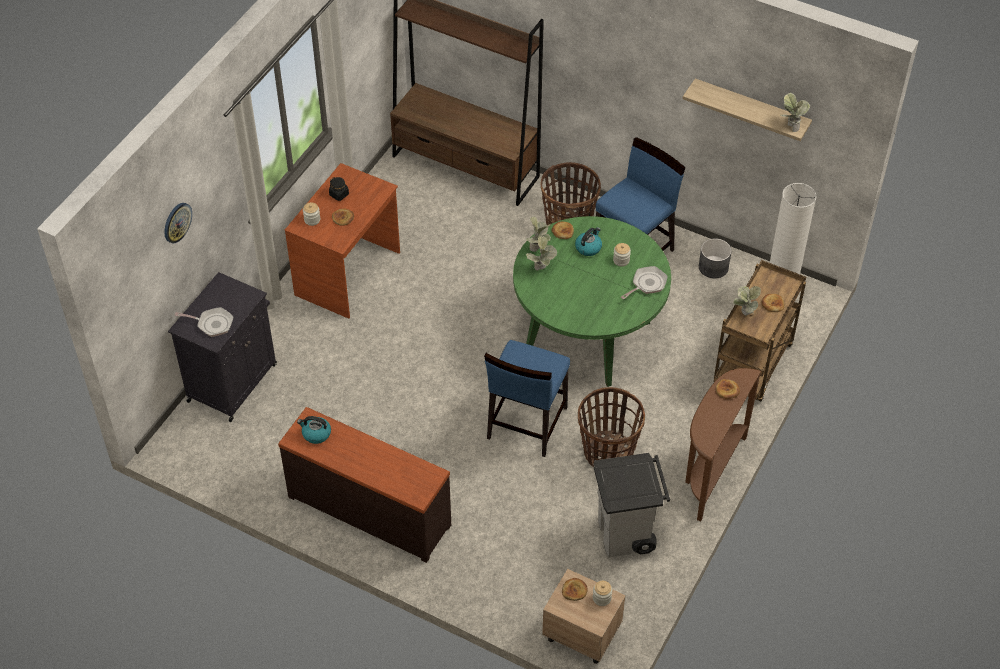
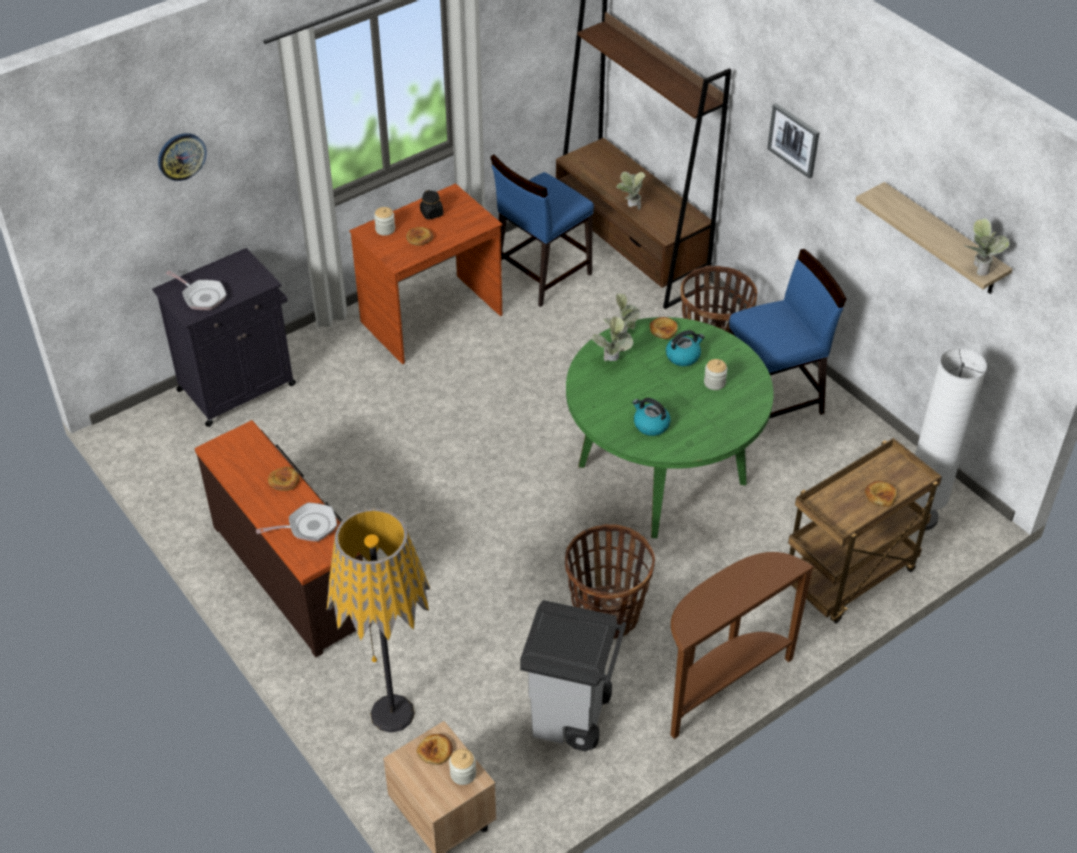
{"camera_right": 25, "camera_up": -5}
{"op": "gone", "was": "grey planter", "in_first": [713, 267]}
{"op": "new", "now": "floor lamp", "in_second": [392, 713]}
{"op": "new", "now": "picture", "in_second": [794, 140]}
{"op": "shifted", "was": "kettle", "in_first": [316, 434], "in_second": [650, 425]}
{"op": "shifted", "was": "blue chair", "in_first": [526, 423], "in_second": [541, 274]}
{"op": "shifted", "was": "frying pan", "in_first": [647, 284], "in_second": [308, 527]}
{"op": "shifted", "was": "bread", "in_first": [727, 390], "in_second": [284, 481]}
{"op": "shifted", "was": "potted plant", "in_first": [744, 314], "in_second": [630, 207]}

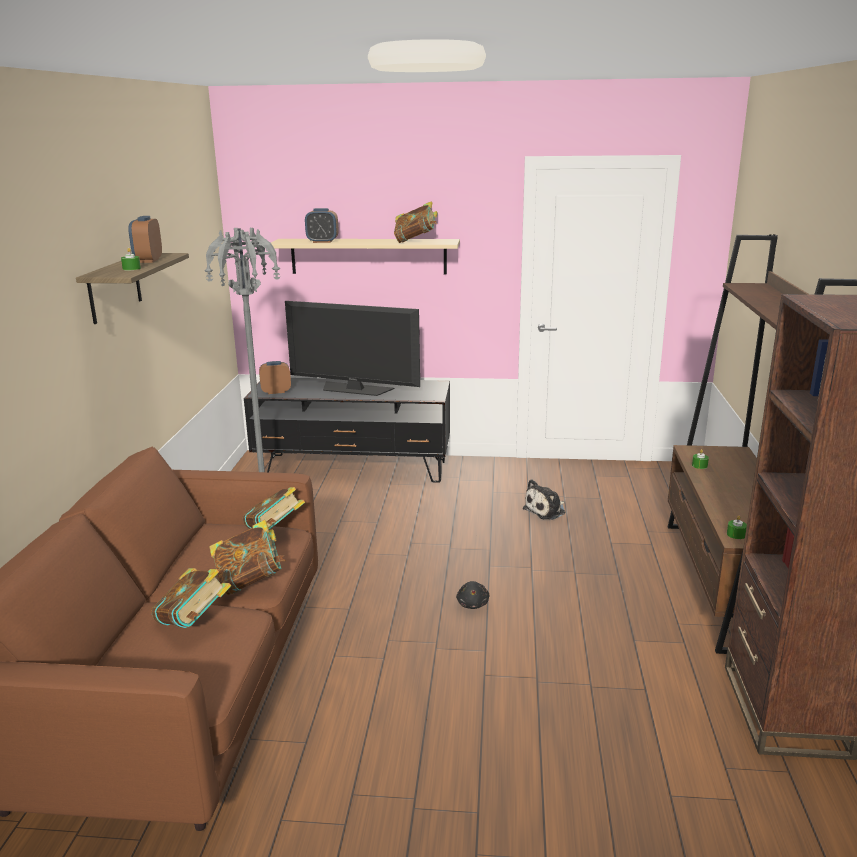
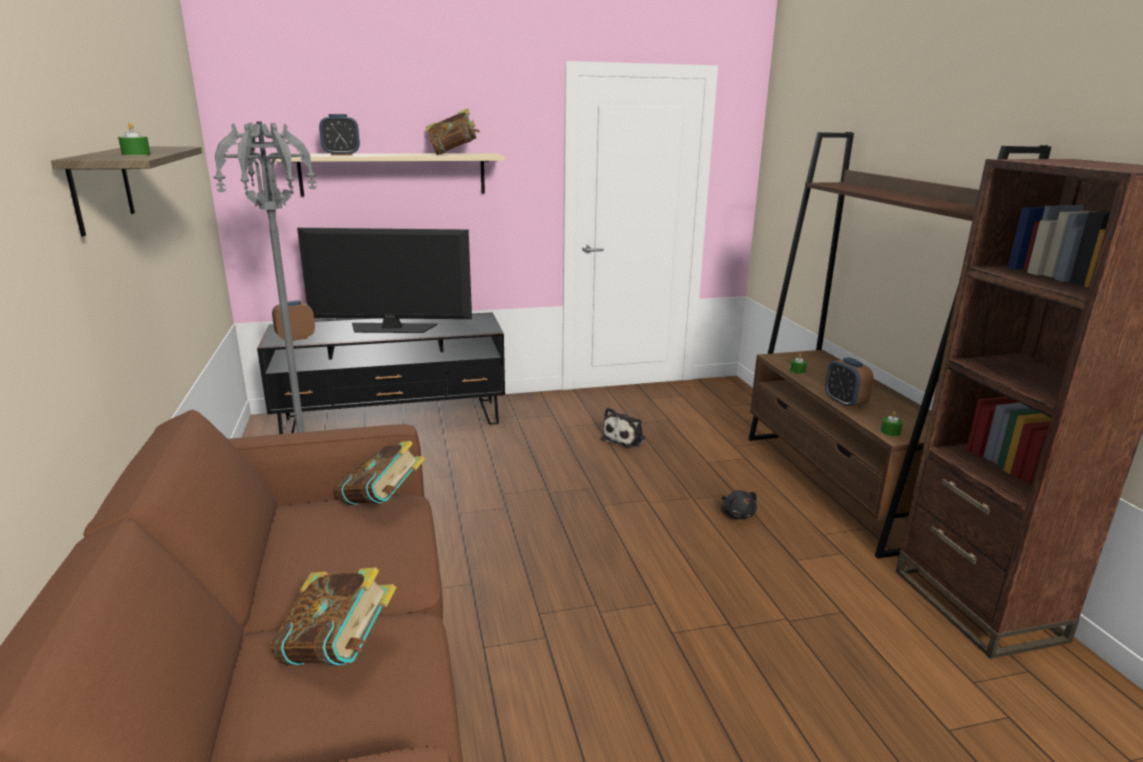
{"camera_right": -20, "camera_up": 0}
{"op": "gone", "was": "book", "in_first": [250, 581]}
{"op": "shifted", "was": "alarm clock", "in_first": [148, 260], "in_second": [844, 402]}
{"op": "shifted", "was": "black plush toy", "in_first": [473, 604], "in_second": [737, 514]}

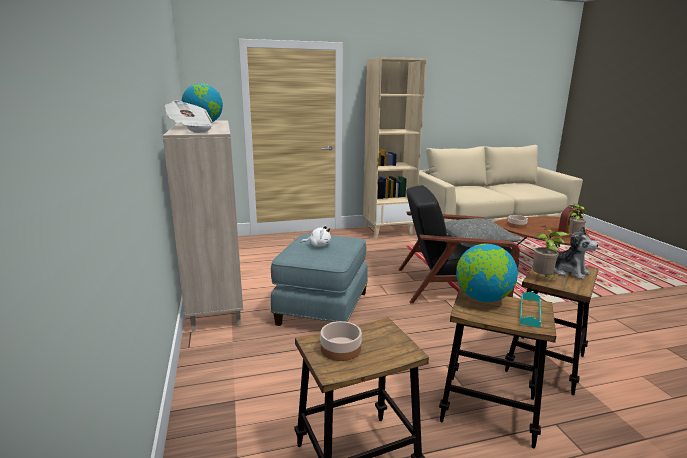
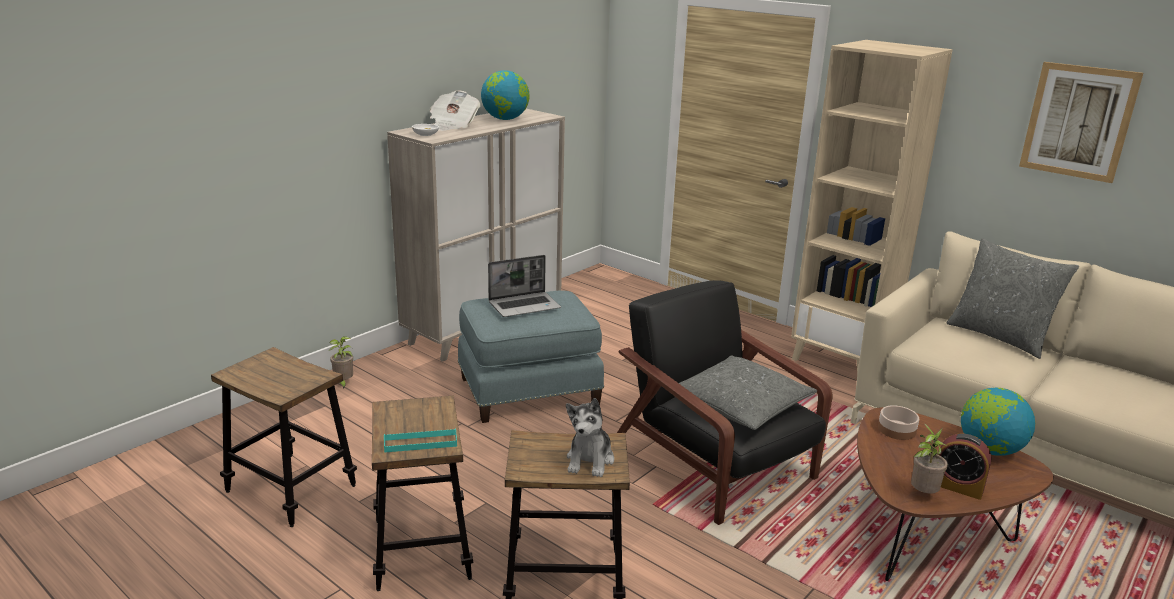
{"camera_right": 55, "camera_up": 5}
{"op": "gone", "was": "bowl", "in_first": [341, 349]}
{"op": "new", "now": "grey pillow", "in_second": [999, 337]}
{"op": "new", "now": "picture", "in_second": [1078, 121]}
{"op": "shifted", "was": "globe", "in_first": [482, 298], "in_second": [989, 449]}
{"op": "shifted", "was": "potted plant", "in_first": [543, 278], "in_second": [343, 383]}
{"op": "swapped", "was": "white plush toy", "now": "laptop", "in_first": [318, 245], "in_second": [525, 306]}

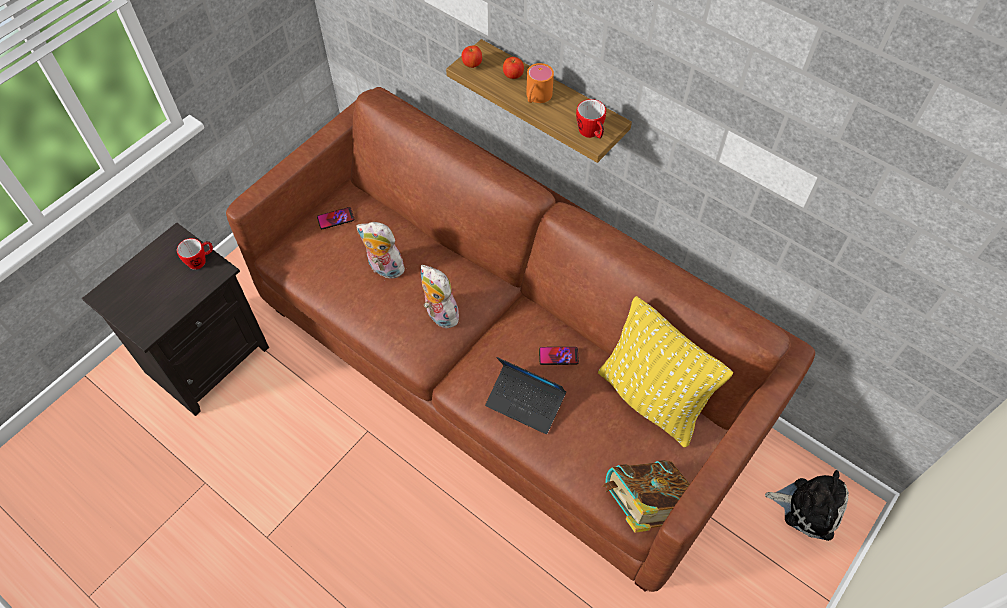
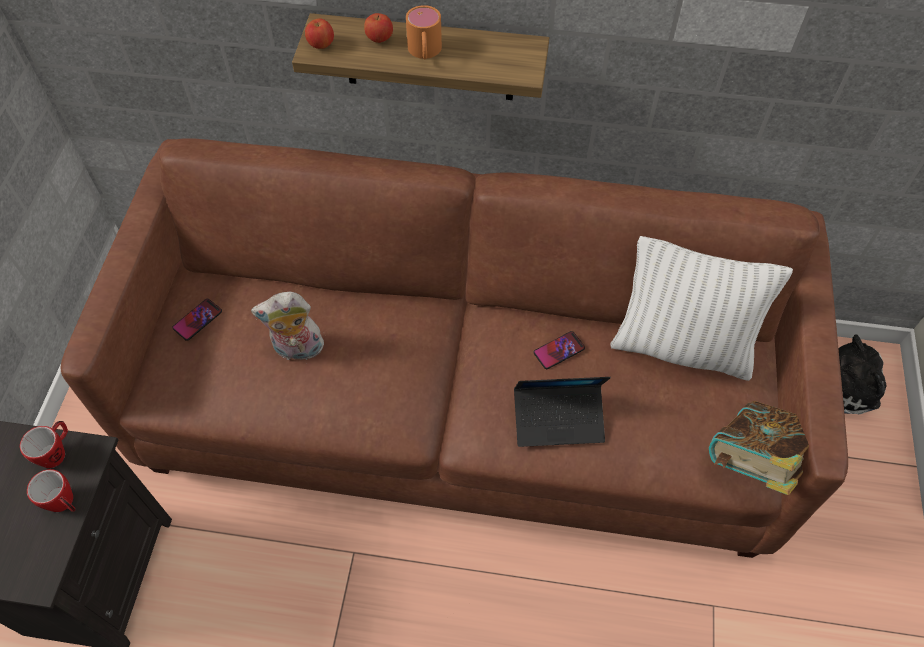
{"camera_right": -30, "camera_up": 0}
{"op": "gone", "was": "plush toy", "in_first": [439, 314]}
{"op": "shifted", "was": "mug", "in_first": [591, 133], "in_second": [64, 503]}
{"op": "repainted", "was": "yellow pillow", "now": "white pillow", "in_first": [651, 398], "in_second": [681, 347]}

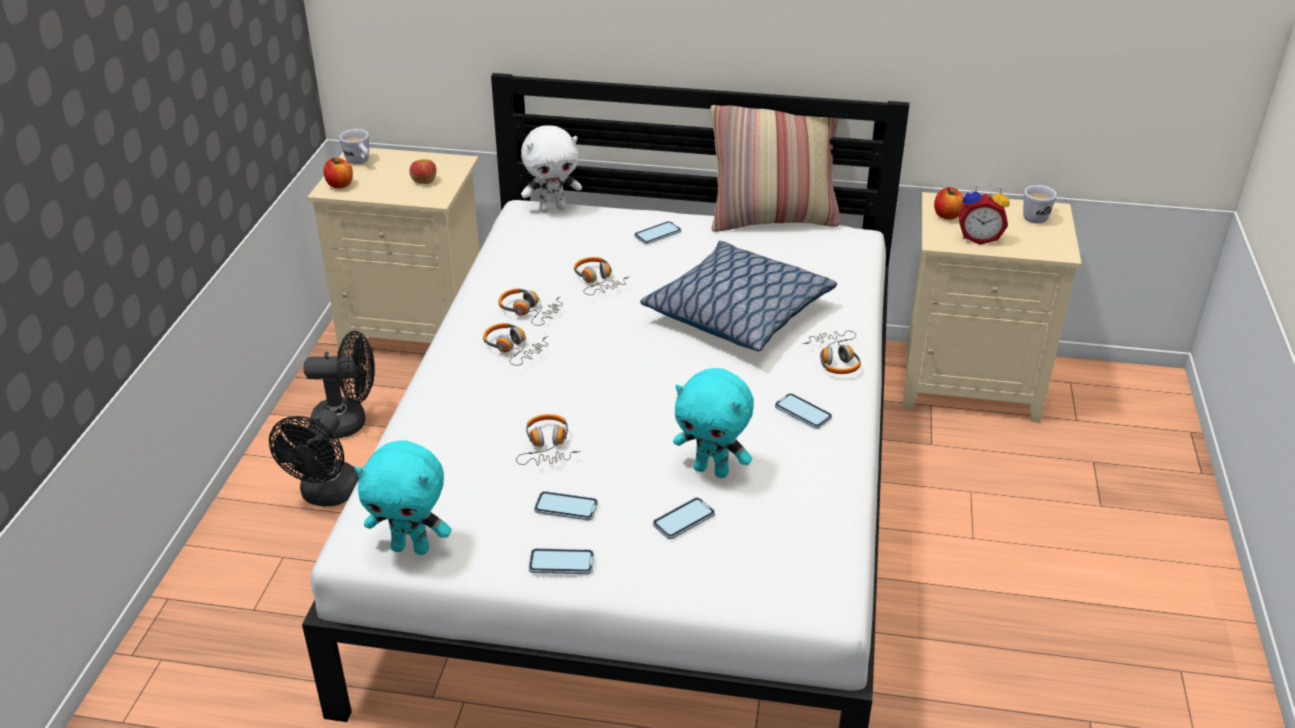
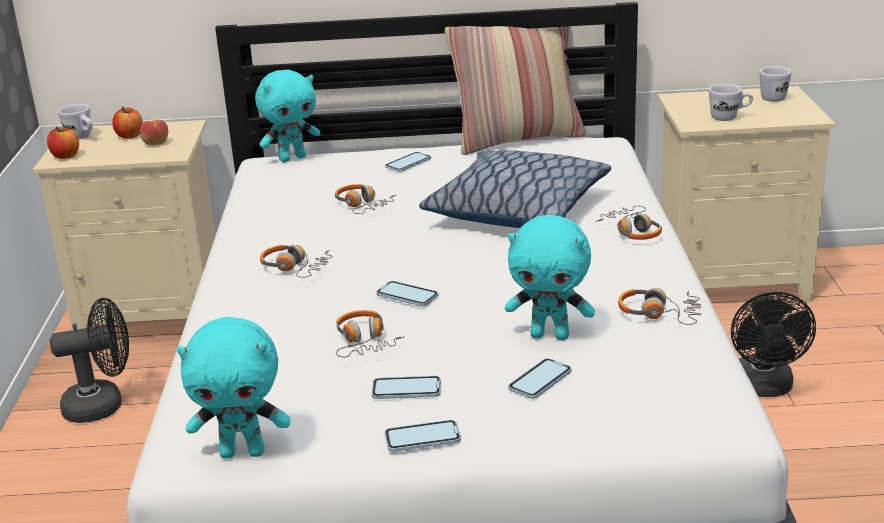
{"camera_right": -10, "camera_up": -10}
{"op": "shifted", "was": "black fan", "in_first": [326, 495], "in_second": [764, 388]}
{"op": "shifted", "was": "headphones", "in_first": [529, 312], "in_second": [659, 314]}
{"op": "shifted", "was": "phone", "in_first": [803, 412], "in_second": [407, 296]}
{"op": "shifted", "was": "apple", "in_first": [947, 215], "in_second": [130, 136]}
{"op": "swapped", "was": "alarm clock", "now": "white mug", "in_first": [979, 238], "in_second": [729, 117]}
{"op": "repainted", "was": "white plush toy", "now": "turquoise plush toy", "in_first": [552, 208], "in_second": [292, 158]}

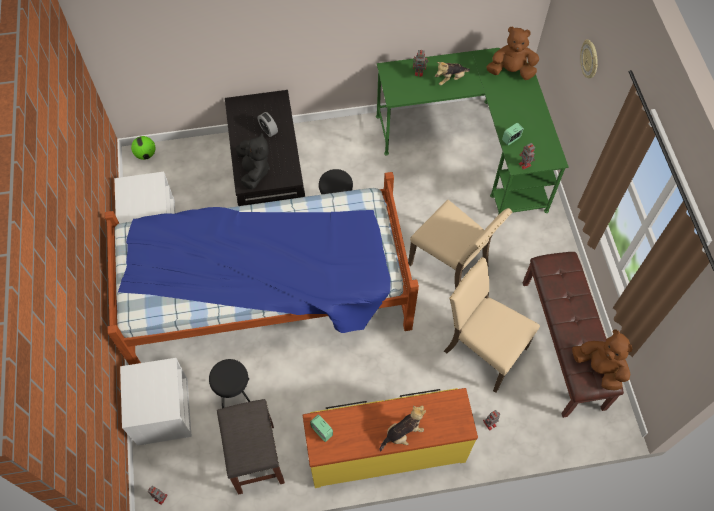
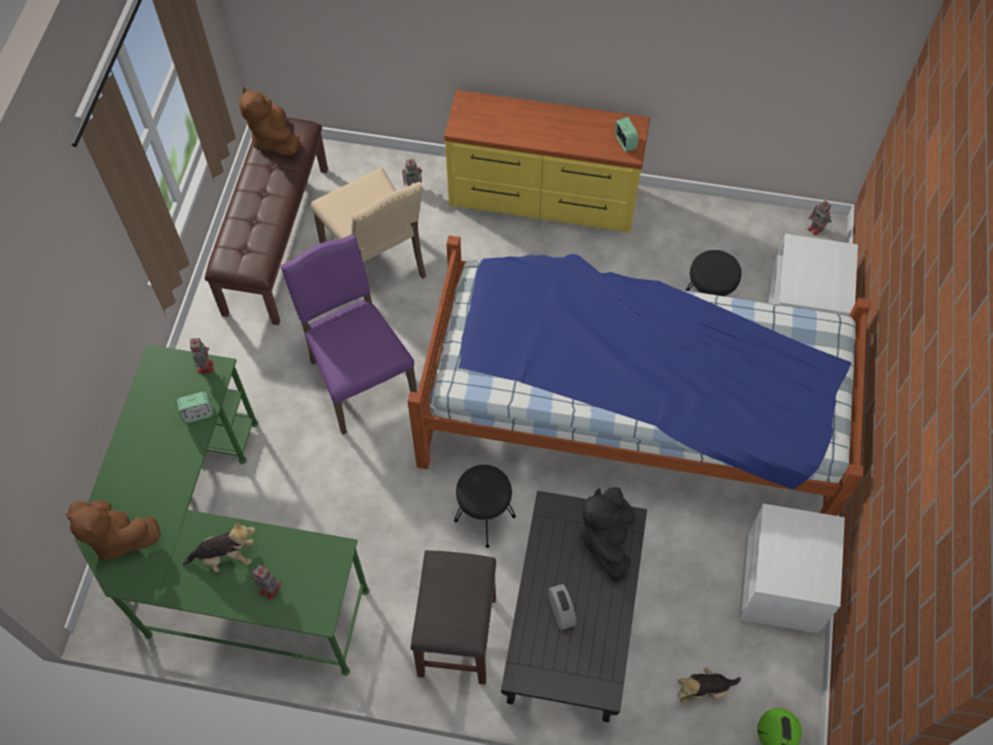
{"camera_right": -160, "camera_up": 0}
{"op": "gone", "was": "wall clock", "in_first": [590, 60]}
{"op": "shifted", "was": "grey stool", "in_first": [256, 459], "in_second": [456, 635]}
{"op": "shifted", "was": "plush toy", "in_first": [403, 433], "in_second": [703, 690]}
{"op": "repainted", "was": "beige chair", "now": "purple chair", "in_first": [451, 265], "in_second": [359, 378]}

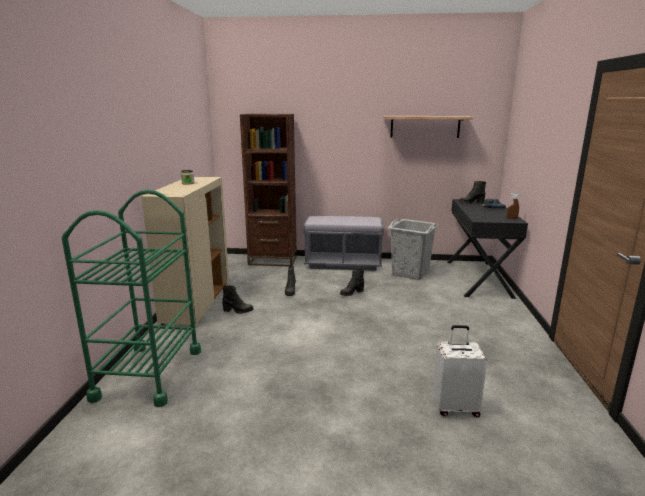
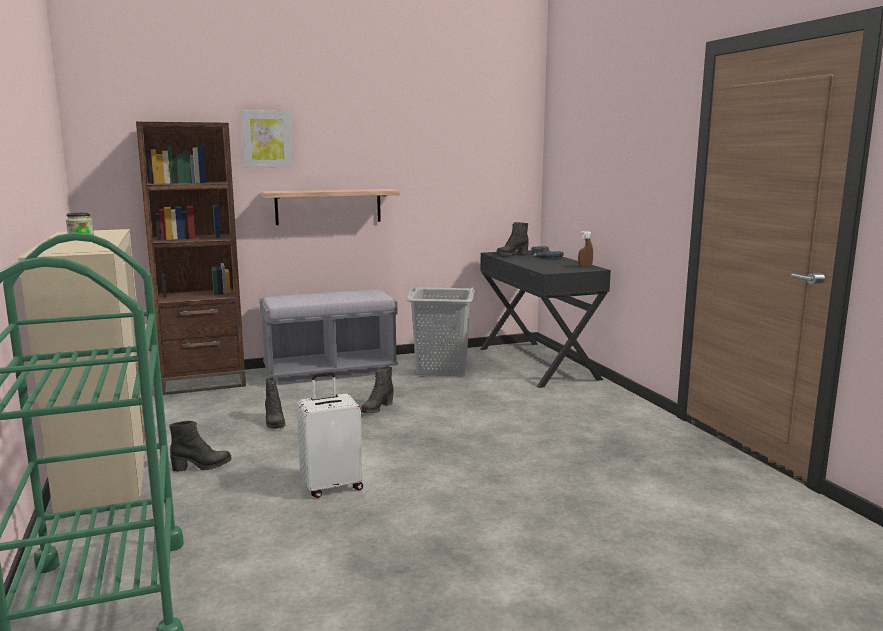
{"camera_right": -25, "camera_up": -5}
{"op": "new", "now": "picture", "in_second": [267, 139]}
{"op": "shifted", "was": "shelf", "in_first": [425, 126], "in_second": [328, 206]}
{"op": "shifted", "was": "white suitcase", "in_first": [455, 407], "in_second": [332, 486]}

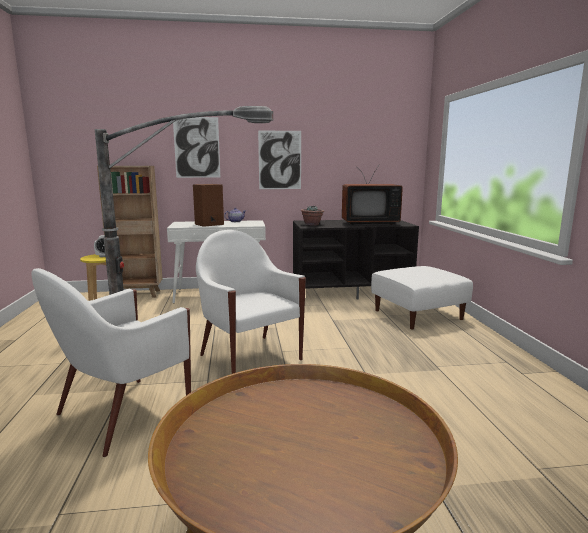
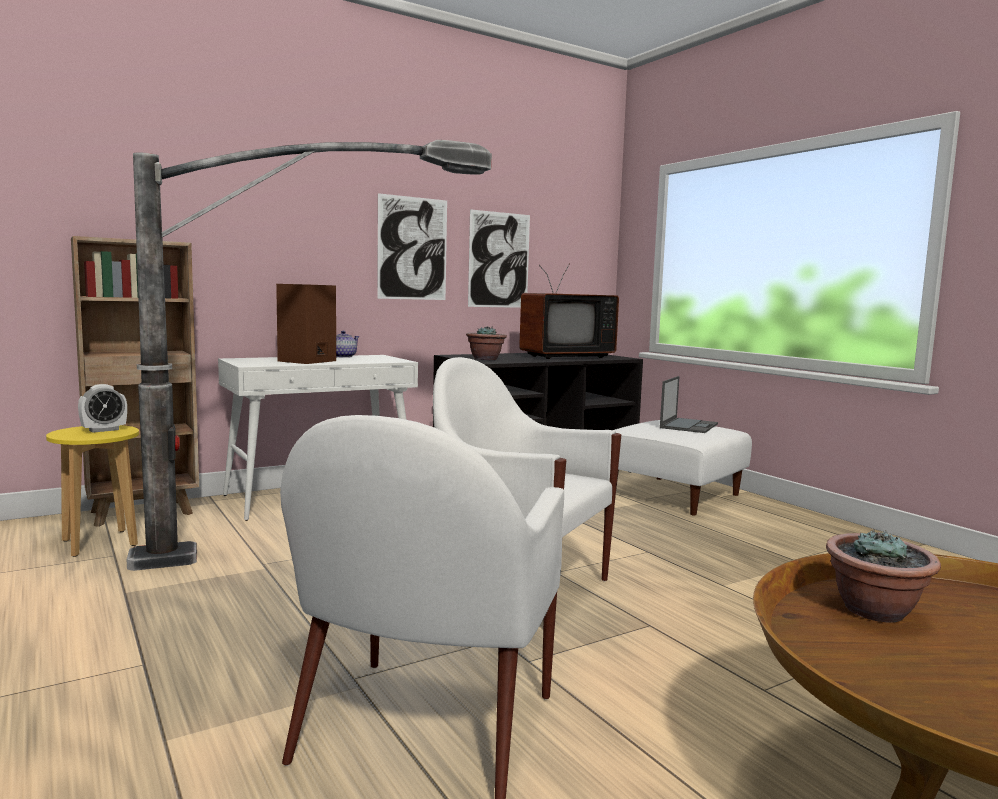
{"camera_right": -25, "camera_up": -5}
{"op": "new", "now": "laptop", "in_second": [689, 425]}
{"op": "new", "now": "potted plant", "in_second": [875, 611]}
{"op": "shifted", "was": "picture", "in_first": [197, 147], "in_second": [499, 260]}

